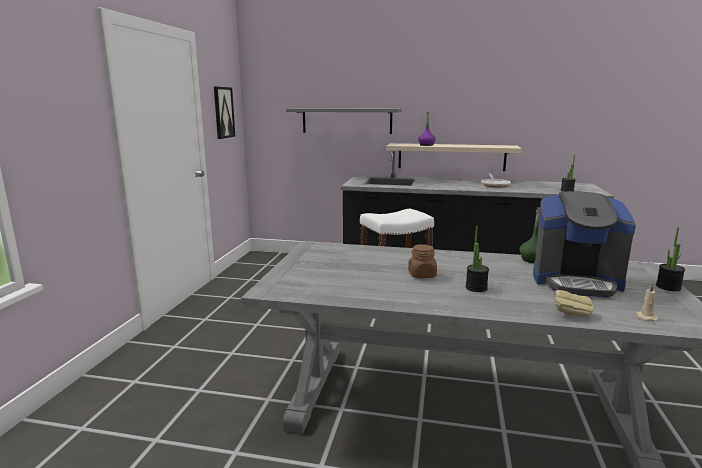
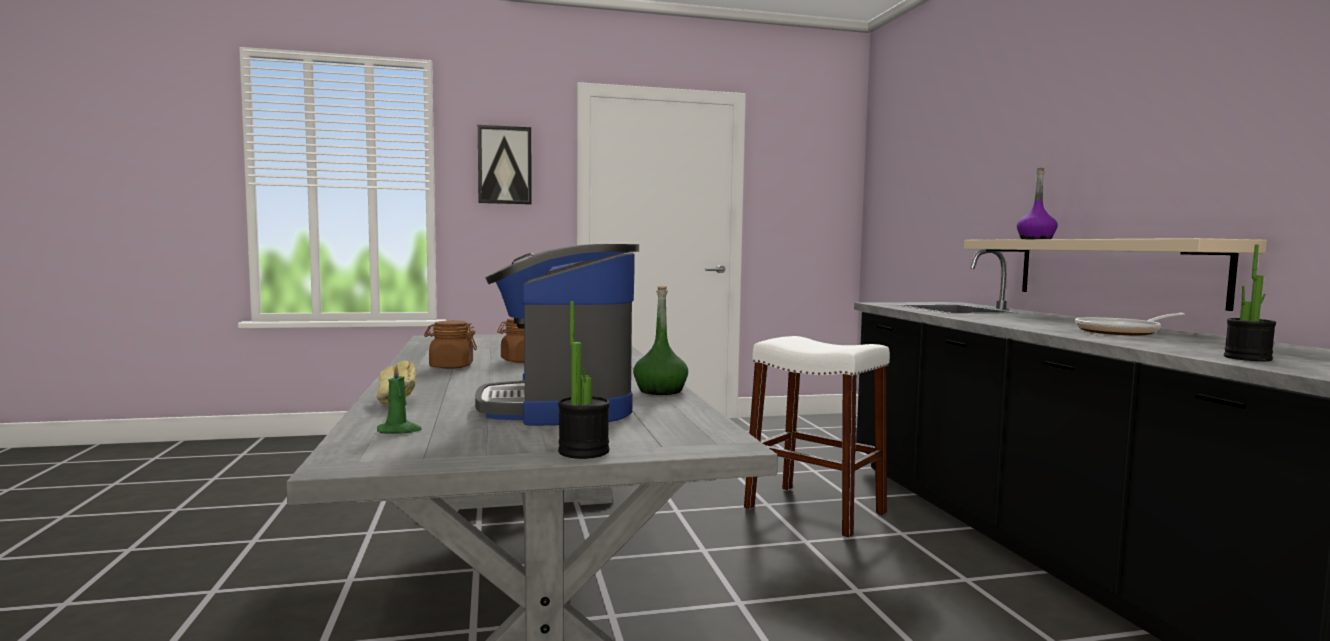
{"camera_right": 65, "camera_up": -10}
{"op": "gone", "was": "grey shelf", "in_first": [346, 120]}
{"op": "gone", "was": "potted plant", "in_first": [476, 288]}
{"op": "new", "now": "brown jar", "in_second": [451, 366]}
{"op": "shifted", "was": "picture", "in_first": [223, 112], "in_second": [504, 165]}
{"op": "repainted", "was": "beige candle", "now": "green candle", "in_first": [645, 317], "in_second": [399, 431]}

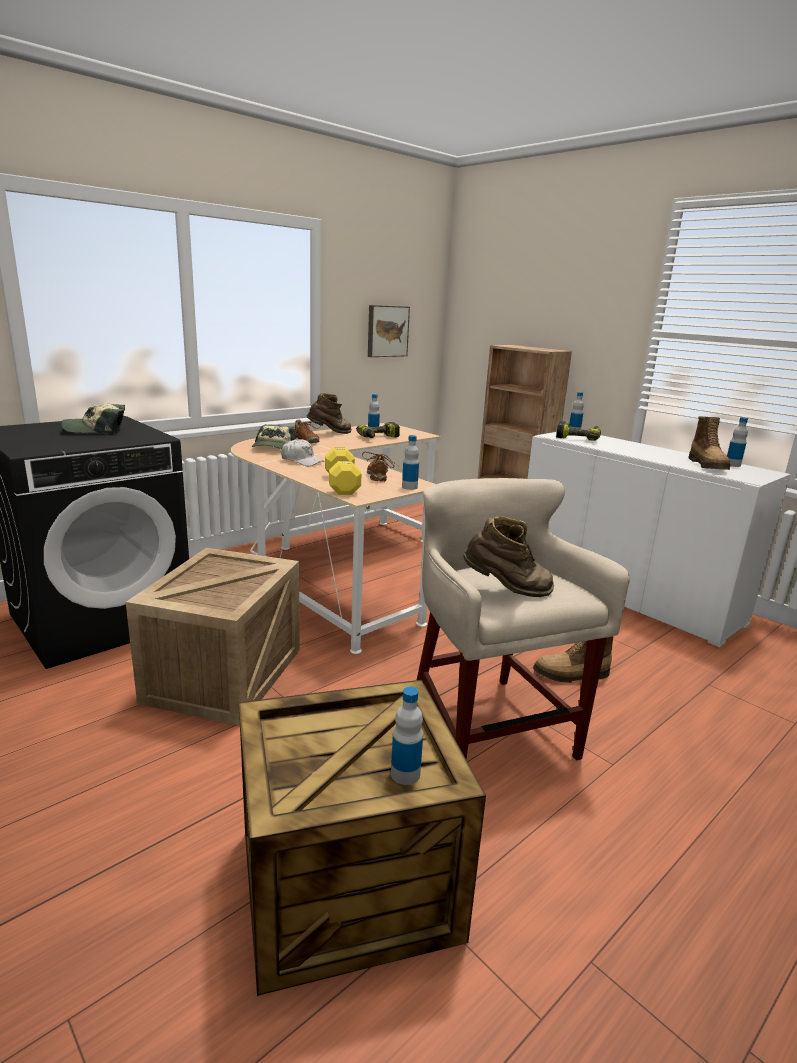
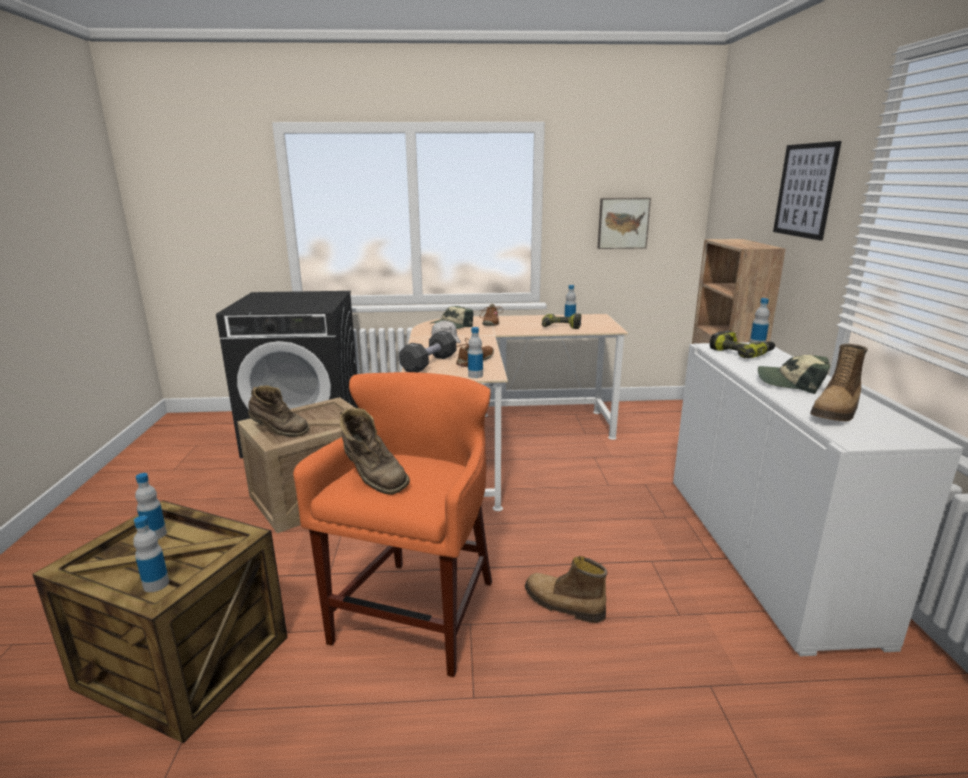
{"camera_right": 40, "camera_up": 0}
{"op": "new", "now": "picture", "in_second": [805, 190]}
{"op": "shifted", "was": "cap", "in_first": [96, 430], "in_second": [791, 382]}
{"op": "shifted", "was": "brown boot", "in_first": [330, 433], "in_second": [279, 433]}
{"op": "shifted", "was": "bottle", "in_first": [732, 465], "in_second": [155, 534]}
{"op": "repainted", "was": "yellow dumbbell", "now": "black dumbbell", "in_first": [342, 484], "in_second": [429, 363]}
{"op": "repainted", "was": "beige stool", "now": "orange stool", "in_first": [488, 731], "in_second": [417, 614]}

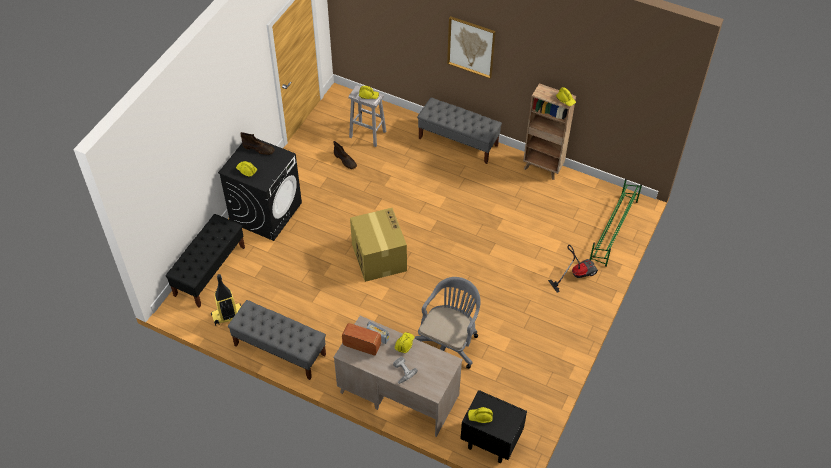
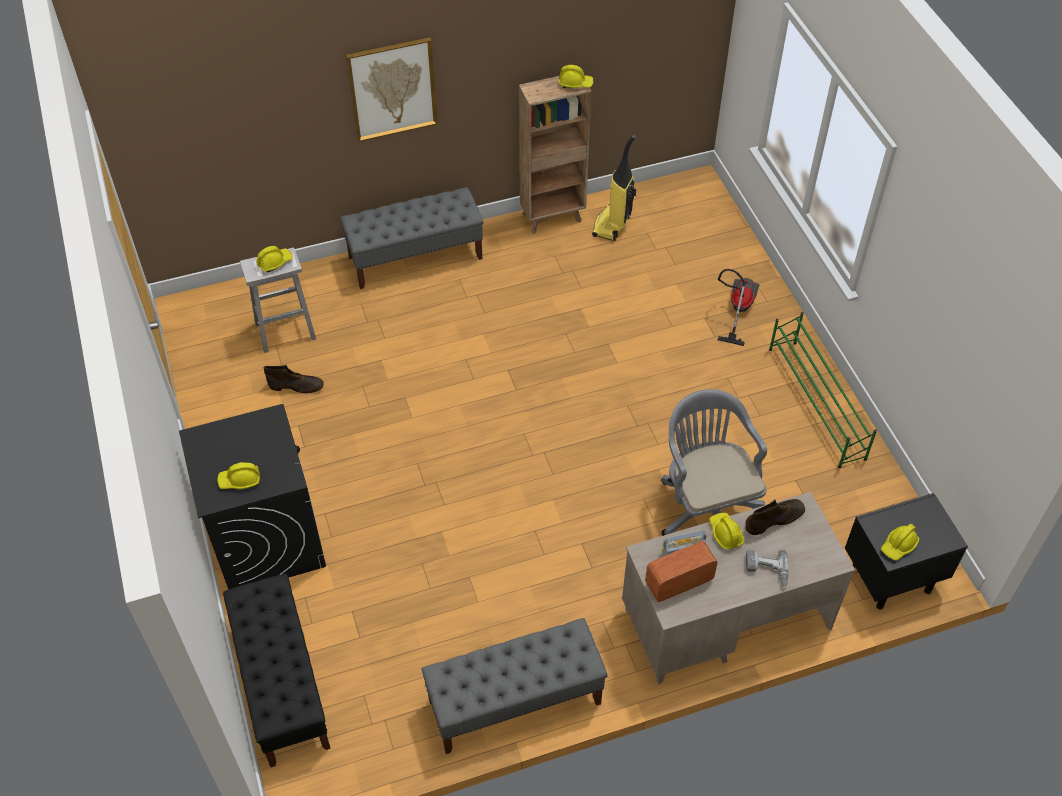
{"camera_right": -45, "camera_up": 0}
{"op": "gone", "was": "cardboard box", "in_first": [378, 257]}
{"op": "shifted", "was": "vacuum cleaner", "in_first": [227, 316], "in_second": [612, 225]}
{"op": "shifted", "was": "brown boot", "in_first": [259, 149], "in_second": [775, 519]}
{"op": "shifted", "was": "green shoe rack", "in_first": [613, 230], "in_second": [816, 403]}

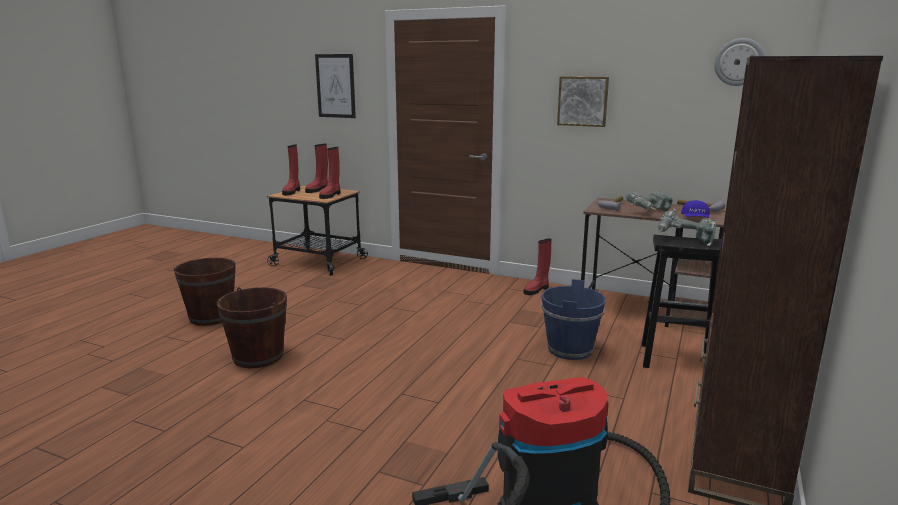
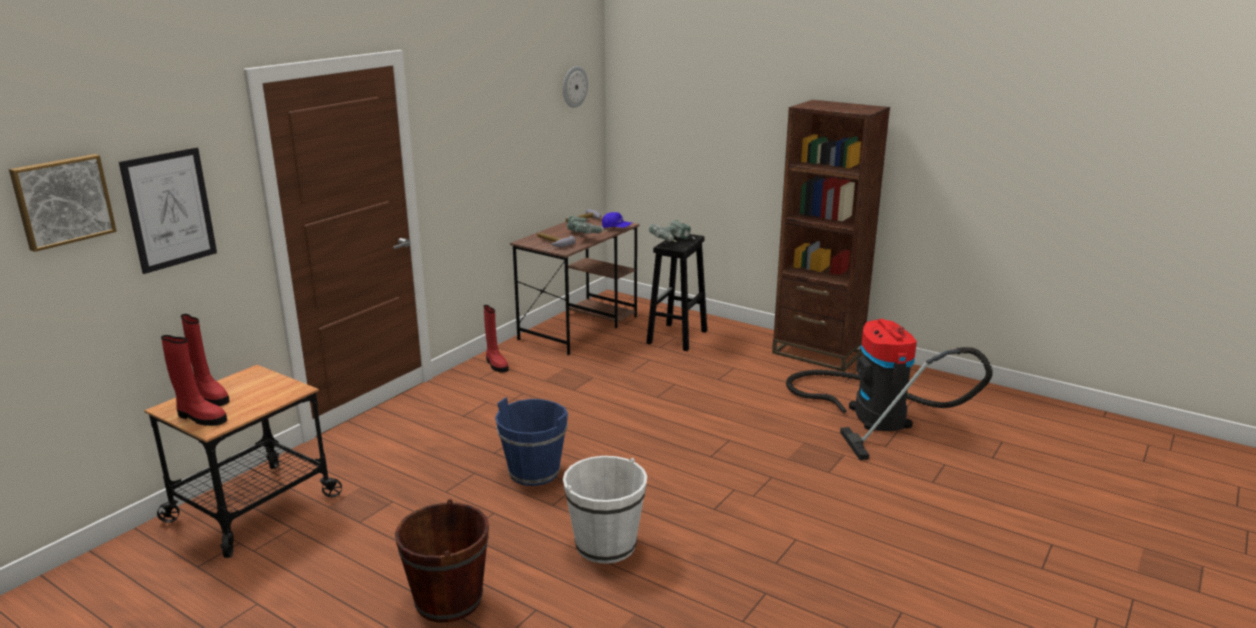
{"camera_right": -80, "camera_up": 5}
{"op": "gone", "was": "red boot", "in_first": [330, 195]}
{"op": "shifted", "was": "blue bucket", "in_first": [569, 349], "in_second": [533, 472]}
{"op": "shifted", "was": "picture", "in_first": [583, 101], "in_second": [62, 201]}
{"op": "repainted", "was": "brown bucket", "now": "white bucket", "in_first": [258, 357], "in_second": [606, 544]}

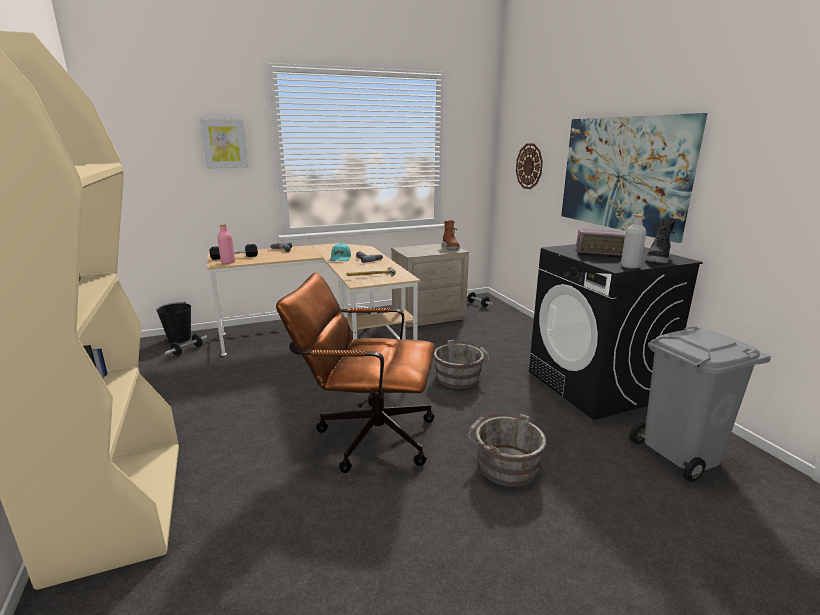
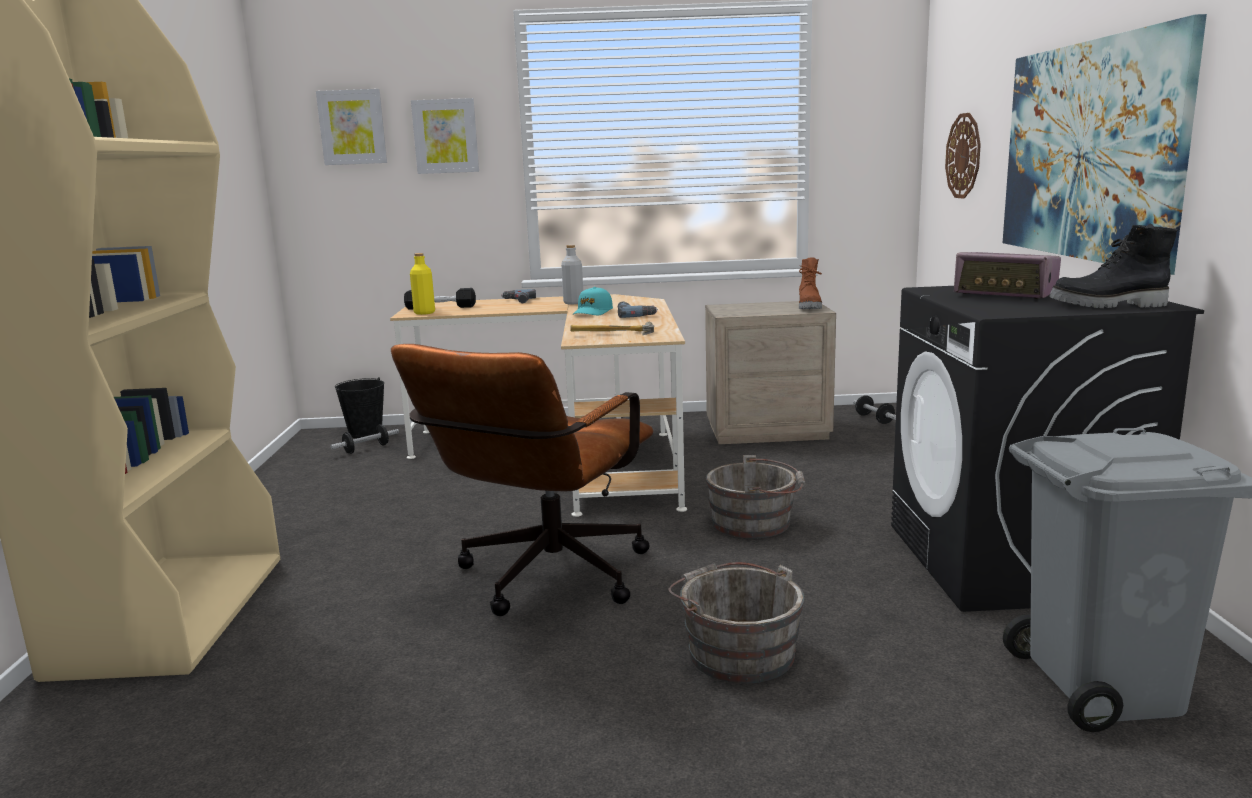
{"camera_right": 20, "camera_up": -5}
{"op": "new", "now": "picture", "in_second": [352, 127]}
{"op": "shifted", "was": "grey bottle", "in_first": [630, 266], "in_second": [573, 303]}
{"op": "repainted", "was": "pink bottle", "now": "yellow bottle", "in_first": [228, 262], "in_second": [424, 313]}
{"op": "rotated", "was": "brown office chair", "in_first": [366, 435], "in_second": [543, 580], "clockwise": -90}
{"op": "rotated", "was": "black boot", "in_first": [658, 260], "in_second": [1108, 305], "clockwise": 45}

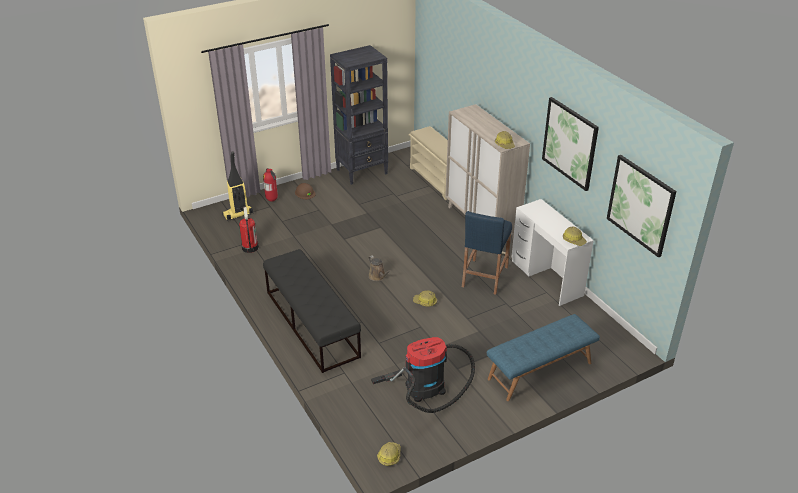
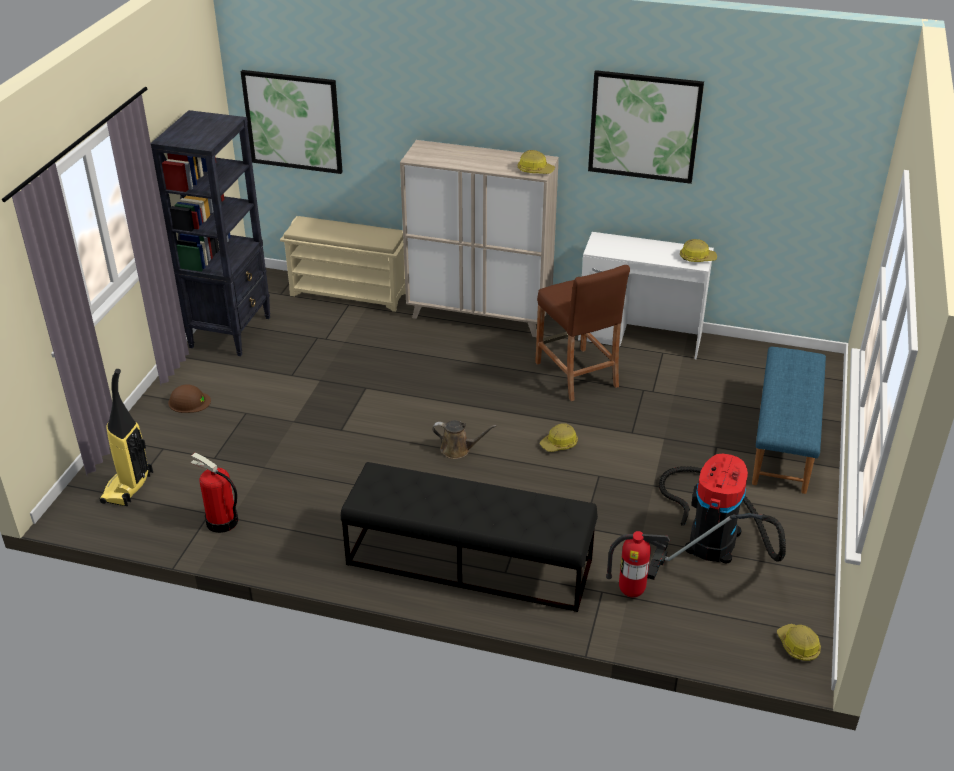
{"camera_right": -45, "camera_up": 0}
{"op": "shifted", "was": "fire extinguisher", "in_first": [272, 200], "in_second": [631, 592]}
{"op": "shifted", "was": "picture", "in_first": [640, 205], "in_second": [293, 121]}
{"op": "repainted", "was": "blue stool", "now": "brown stool", "in_first": [484, 276], "in_second": [576, 374]}

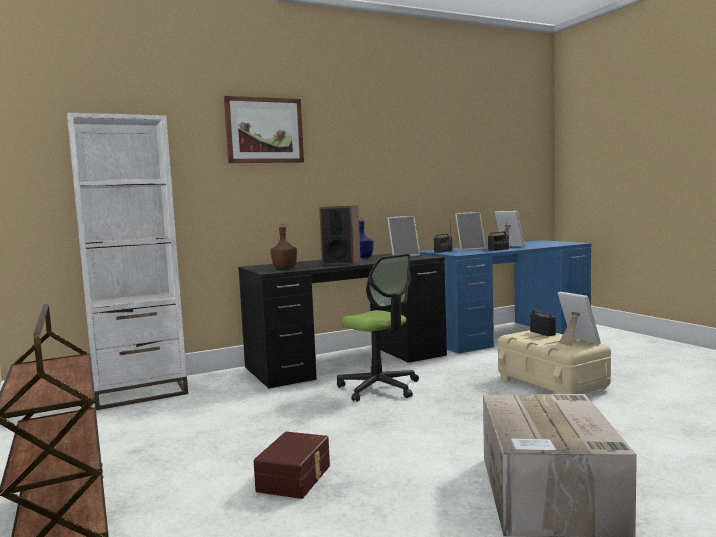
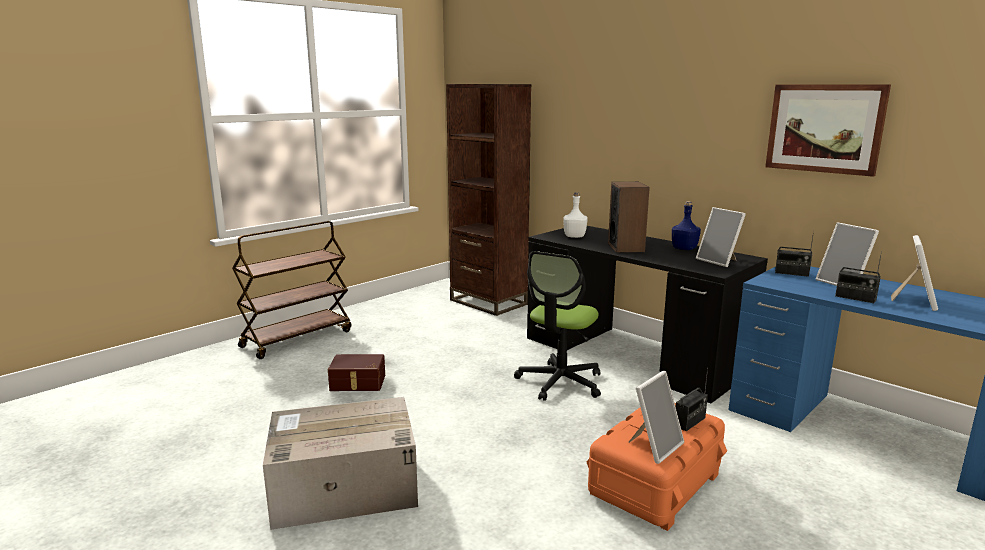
{"camera_right": 70, "camera_up": 10}
{"op": "shifted", "was": "picture", "in_first": [264, 130], "in_second": [824, 128]}
{"op": "repainted", "was": "white bookcase", "now": "brown bookcase", "in_first": [140, 393], "in_second": [488, 302]}
{"op": "repainted", "was": "brown bottle", "now": "white bottle", "in_first": [285, 268], "in_second": [574, 236]}
{"op": "repainted", "was": "beige storage box", "now": "orange storage box", "in_first": [551, 383], "in_second": [654, 483]}

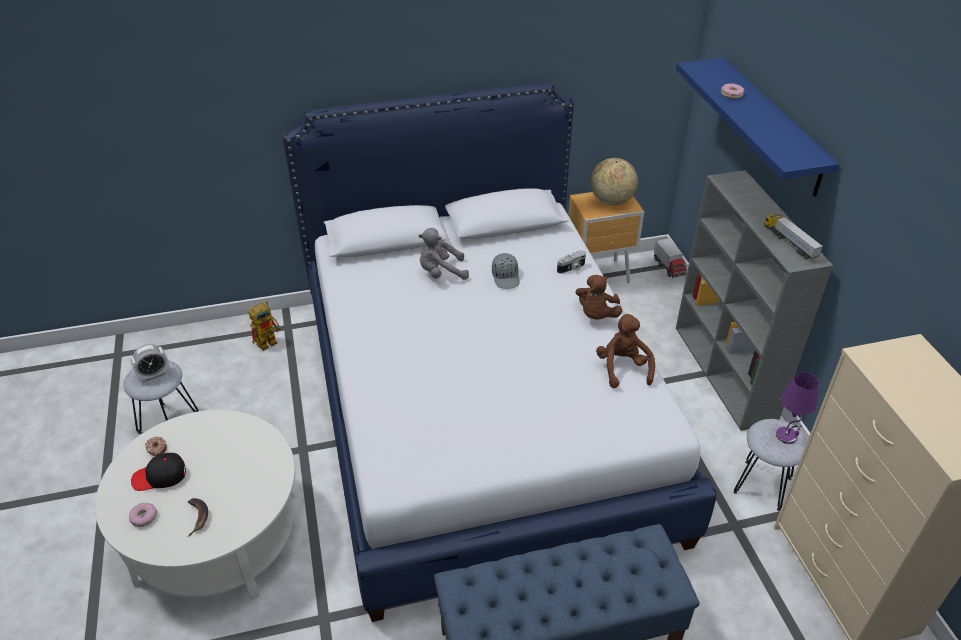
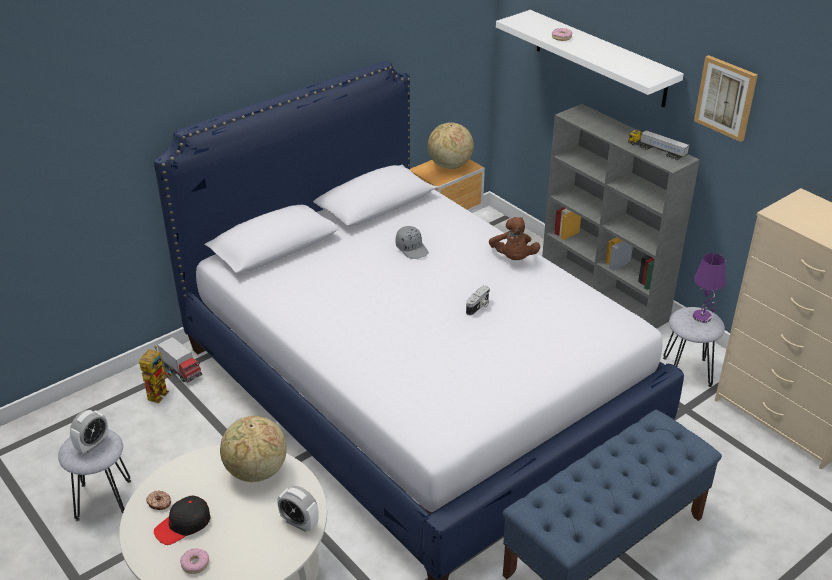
{"camera_right": -25, "camera_up": -5}
{"op": "gone", "was": "banana", "in_first": [198, 516]}
{"op": "gone", "was": "grey plush toy", "in_first": [441, 273]}
{"op": "gone", "was": "brown plush toy", "in_first": [623, 368]}
{"op": "new", "now": "globe", "in_second": [256, 472]}
{"op": "new", "now": "alarm clock", "in_second": [299, 523]}
{"op": "new", "now": "picture", "in_second": [726, 97]}
{"op": "shifted", "was": "photo camera", "in_first": [571, 268], "in_second": [478, 307]}
{"op": "shifted", "was": "toy truck", "in_first": [669, 267], "in_second": [181, 371]}
{"op": "repainted", "was": "blue shelf", "now": "white shelf", "in_first": [770, 125], "in_second": [600, 58]}

